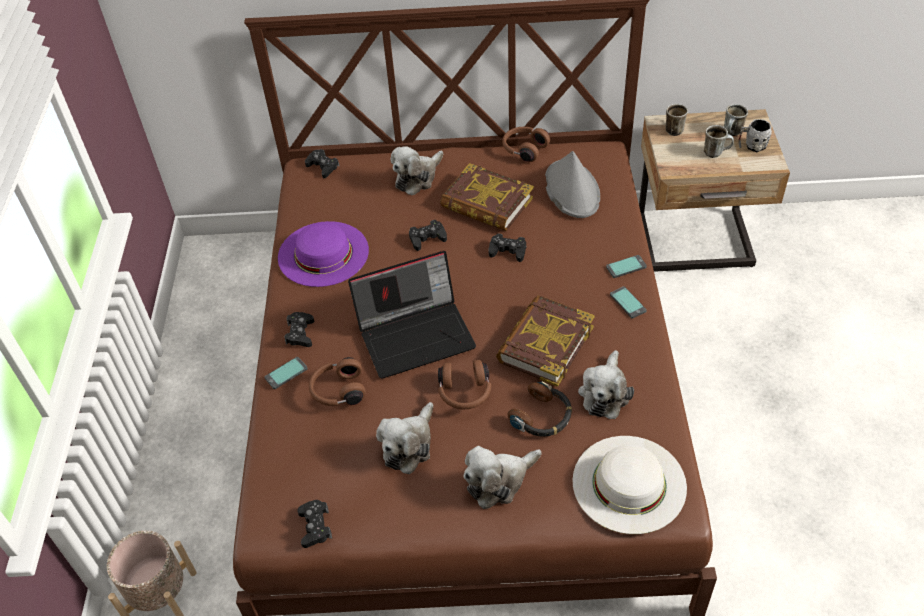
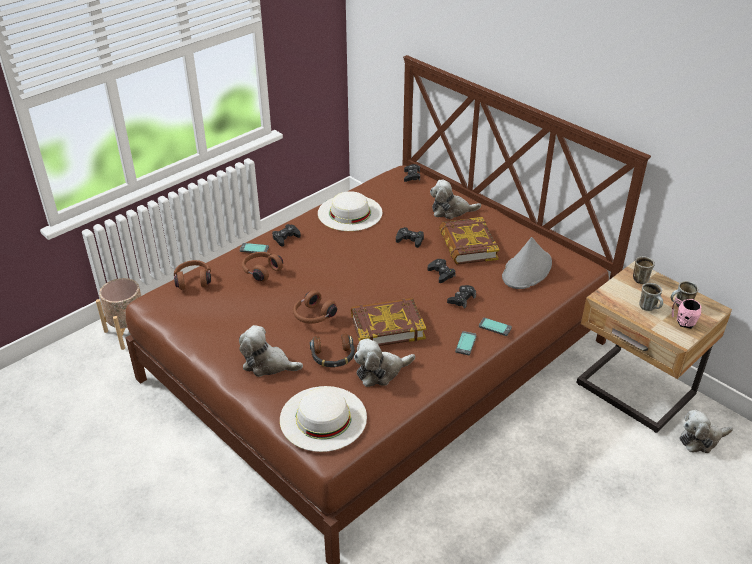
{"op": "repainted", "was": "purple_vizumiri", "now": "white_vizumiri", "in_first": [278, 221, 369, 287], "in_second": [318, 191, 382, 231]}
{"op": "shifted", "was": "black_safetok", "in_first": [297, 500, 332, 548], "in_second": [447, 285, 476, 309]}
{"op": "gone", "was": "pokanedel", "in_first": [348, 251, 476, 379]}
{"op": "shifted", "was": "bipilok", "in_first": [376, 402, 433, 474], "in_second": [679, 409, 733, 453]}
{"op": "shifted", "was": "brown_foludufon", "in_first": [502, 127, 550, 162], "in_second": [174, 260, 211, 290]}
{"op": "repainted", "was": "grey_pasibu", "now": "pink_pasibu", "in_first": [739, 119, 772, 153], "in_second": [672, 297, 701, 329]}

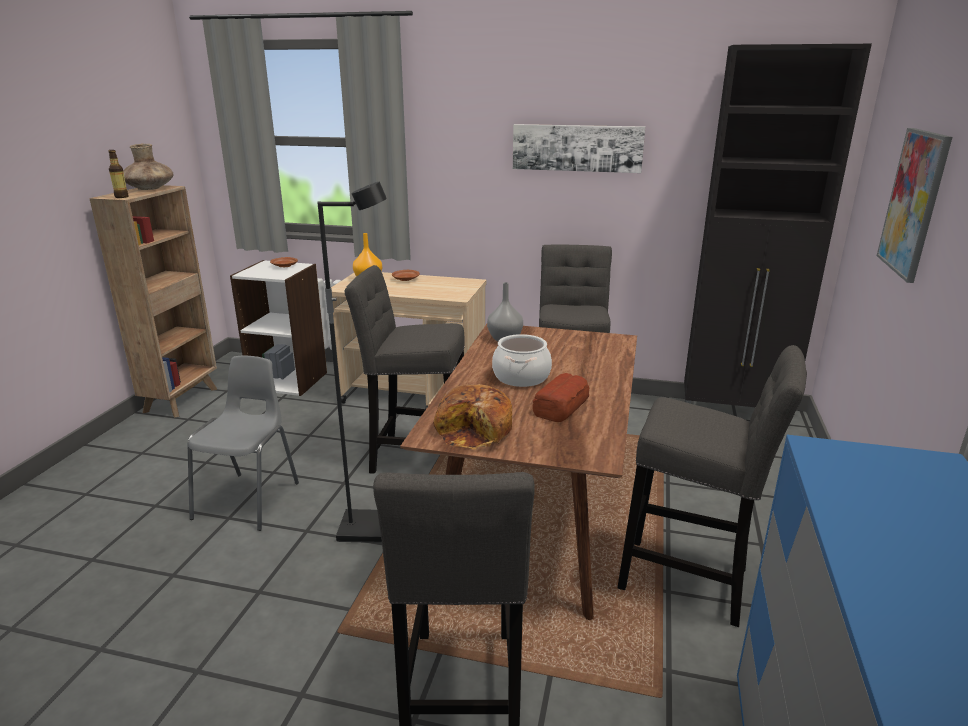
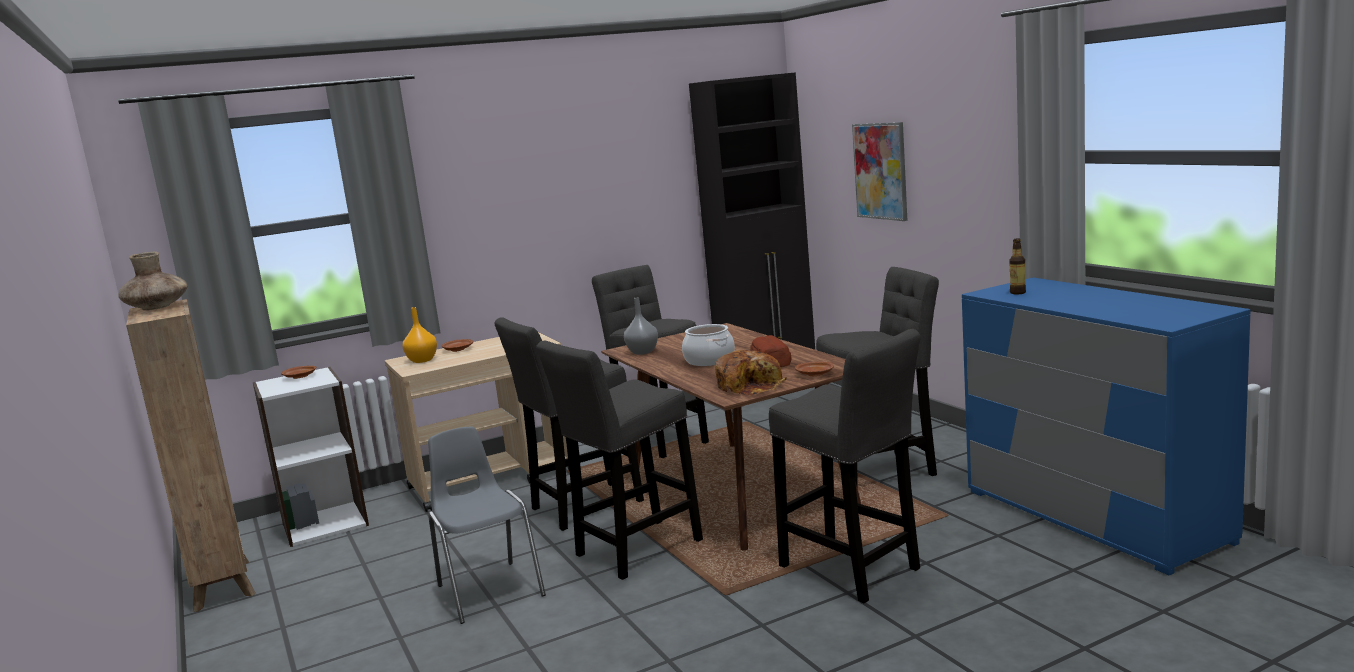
{"op": "shifted", "was": "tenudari", "in_first": [109, 150, 129, 198], "in_second": [1009, 238, 1026, 294]}
{"op": "swapped", "was": "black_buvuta", "now": "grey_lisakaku", "in_first": [317, 182, 387, 543], "in_second": [536, 341, 703, 580]}
{"op": "gone", "was": "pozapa", "in_first": [513, 124, 645, 173]}
{"op": "new", "now": "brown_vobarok", "in_second": [795, 362, 834, 376]}

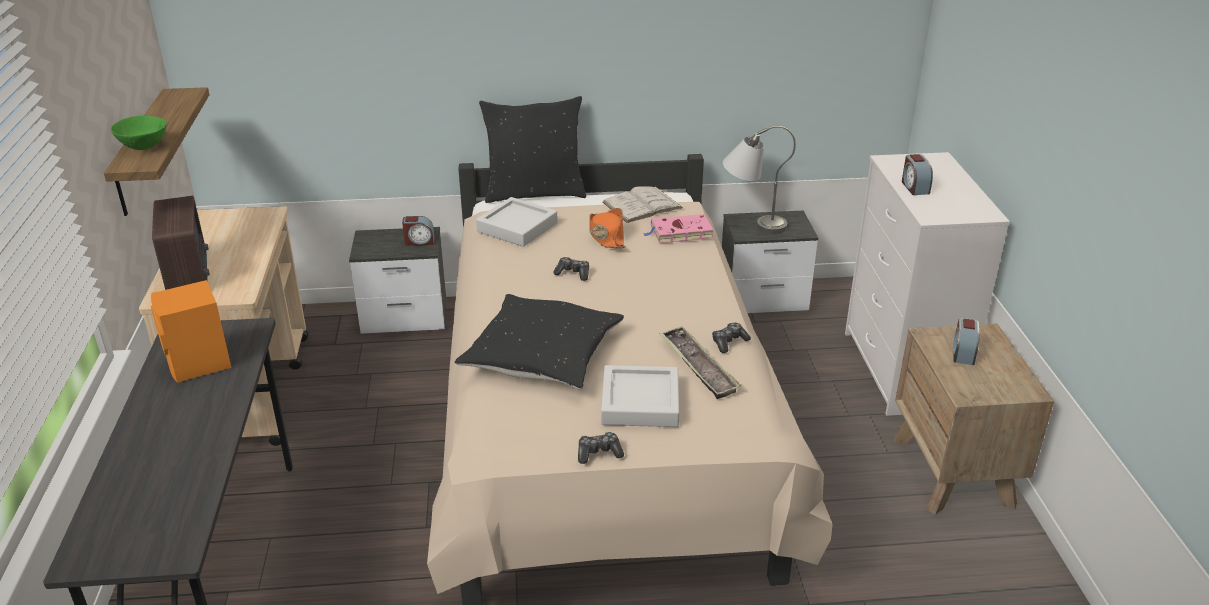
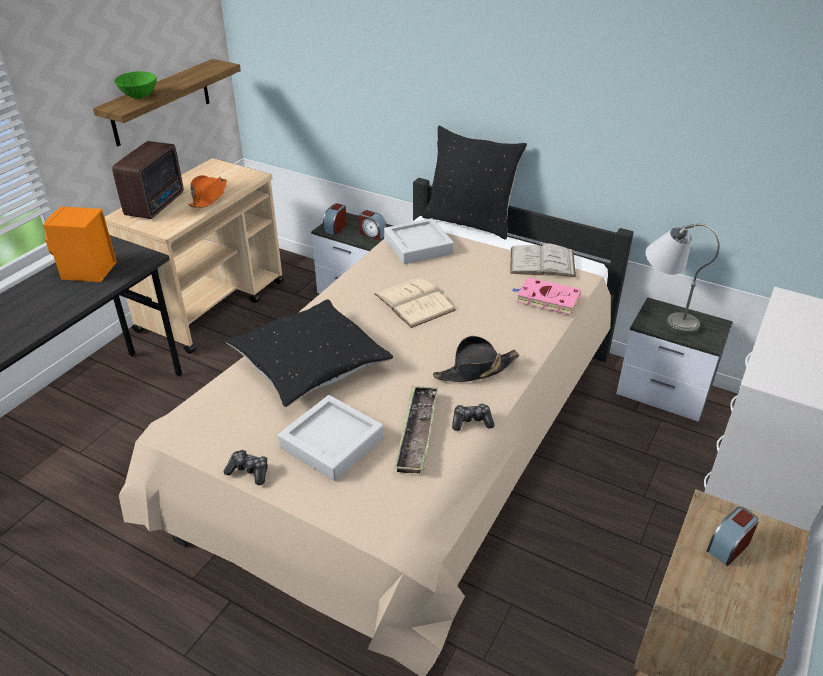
{"op": "swapped", "was": "safetok", "now": "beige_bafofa", "in_first": [553, 257, 589, 281], "in_second": [375, 277, 456, 328]}
{"op": "shifted", "was": "orange_vizumiri", "in_first": [589, 208, 626, 248], "in_second": [188, 175, 227, 208]}
{"op": "shifted", "was": "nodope", "in_first": [902, 154, 933, 195], "in_second": [323, 203, 347, 235]}
{"op": "new", "now": "black_vizumiri", "in_second": [433, 336, 519, 382]}

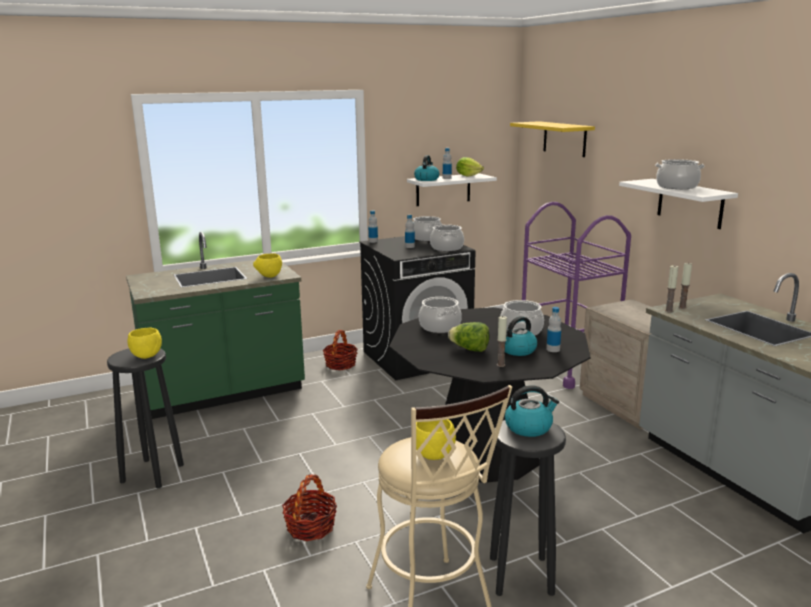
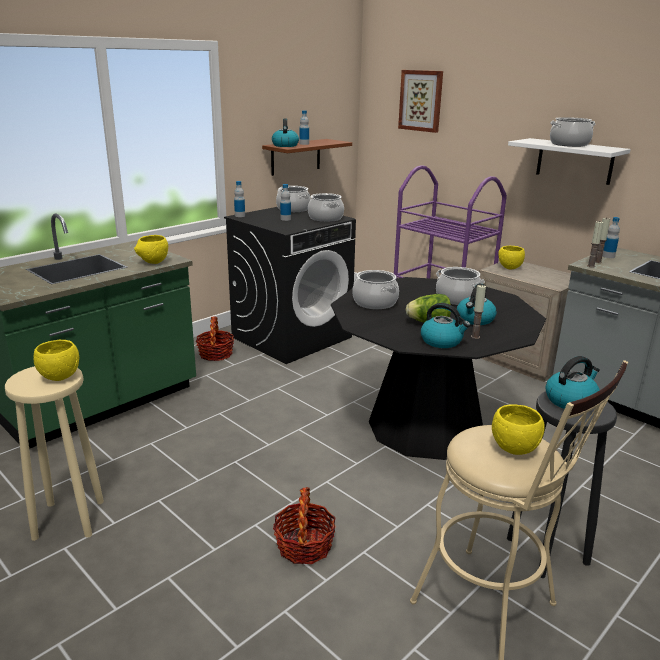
{"op": "repainted", "was": "black_lisakaku", "now": "beige_lisakaku", "in_first": [107, 348, 184, 488], "in_second": [5, 366, 104, 541]}
{"op": "repainted", "was": "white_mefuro", "now": "brown_mefuro", "in_first": [407, 173, 497, 206], "in_second": [262, 139, 352, 176]}
{"op": "gone", "was": "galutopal", "in_first": [456, 157, 484, 177]}
{"op": "swapped", "was": "yellow_mefuro", "now": "pozapa", "in_first": [510, 121, 595, 157], "in_second": [398, 70, 443, 133]}
{"op": "shifted", "was": "tenudari", "in_first": [546, 307, 561, 352], "in_second": [602, 217, 620, 258]}
{"op": "new", "now": "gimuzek", "in_second": [421, 303, 470, 348]}
{"op": "new", "now": "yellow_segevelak", "in_second": [499, 245, 525, 269]}

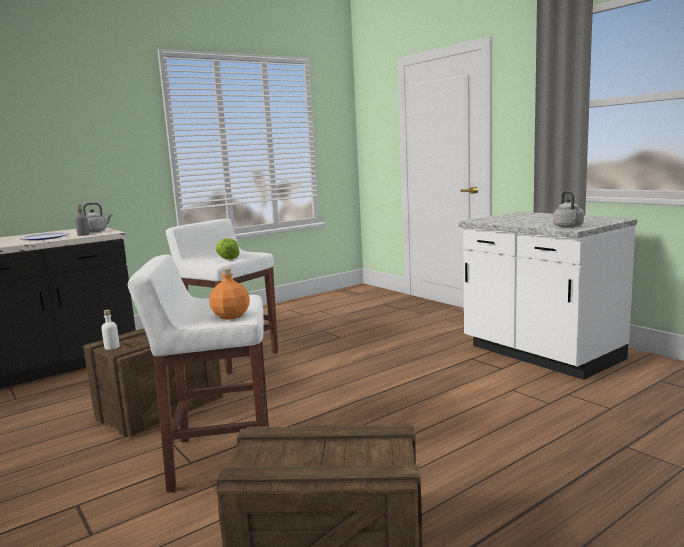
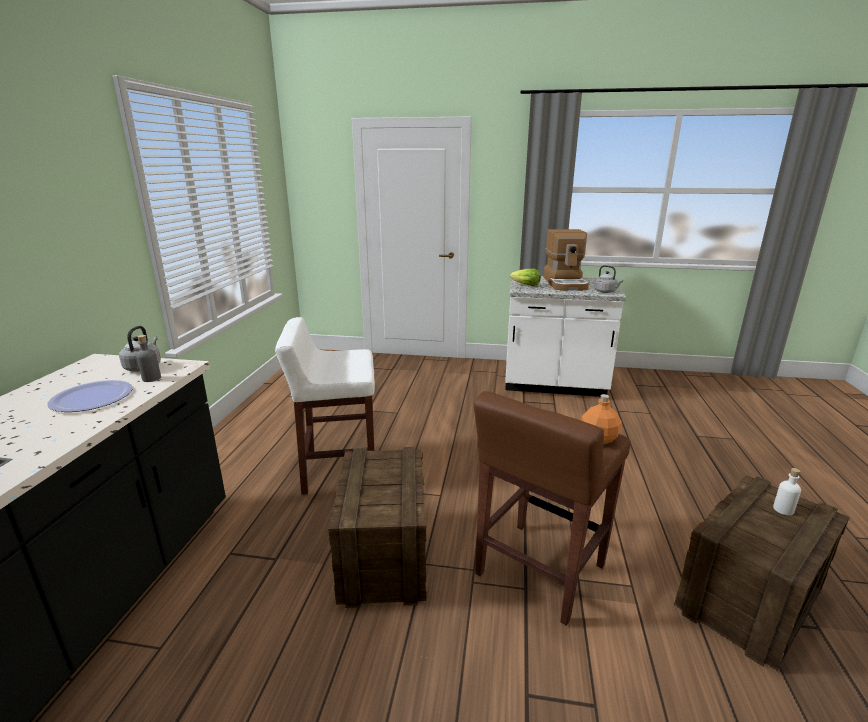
{"op": "shifted", "was": "white_tenudari", "in_first": [101, 310, 120, 350], "in_second": [773, 468, 801, 515]}
{"op": "repainted", "was": "white_lisakaku", "now": "brown_lisakaku", "in_first": [128, 254, 269, 492], "in_second": [474, 391, 630, 626]}
{"op": "shifted", "was": "galutopal", "in_first": [216, 238, 240, 260], "in_second": [510, 268, 541, 286]}
{"op": "new", "now": "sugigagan", "in_second": [543, 229, 589, 291]}

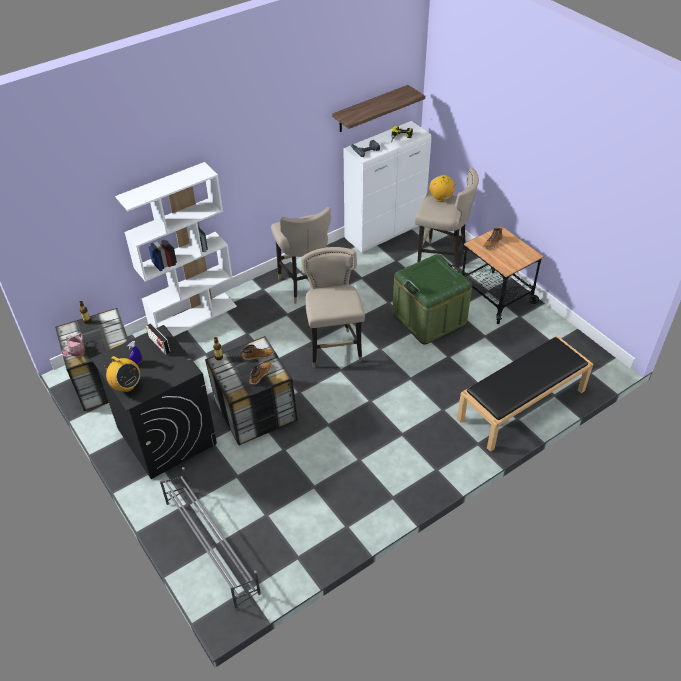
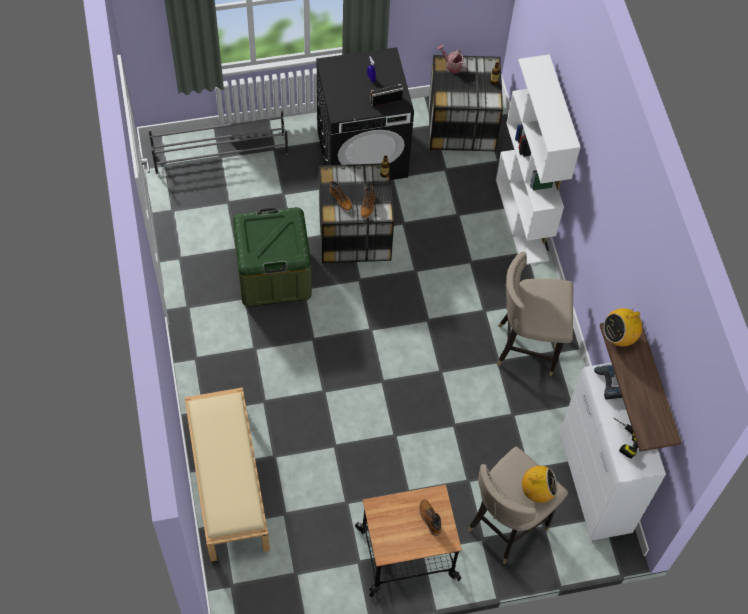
{"op": "shifted", "was": "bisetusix", "in_first": [102, 356, 140, 392], "in_second": [603, 306, 642, 346]}
{"op": "gone", "was": "beige_lisakaku", "in_first": [301, 247, 365, 368]}
{"op": "shifted", "was": "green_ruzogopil", "in_first": [392, 254, 472, 344], "in_second": [233, 207, 312, 307]}
{"op": "repainted", "was": "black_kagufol", "now": "beige_kagufol", "in_first": [457, 335, 593, 452], "in_second": [184, 387, 270, 562]}

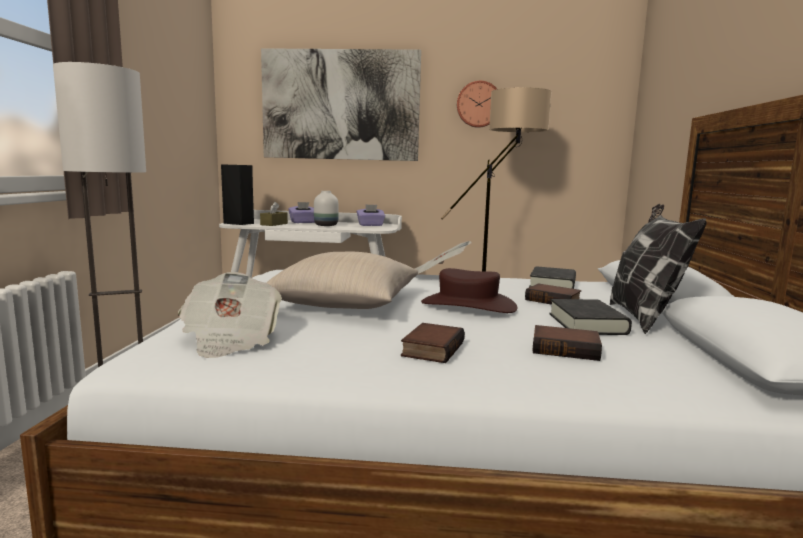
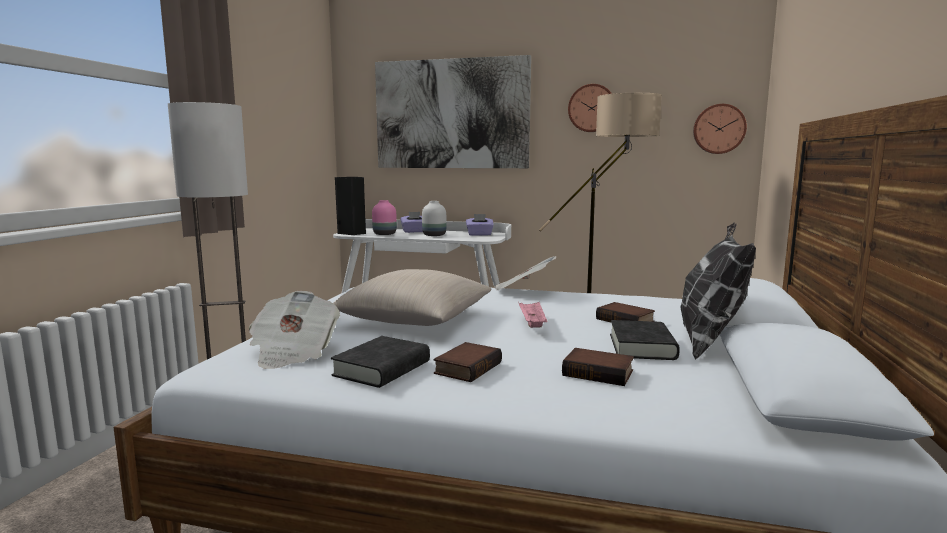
{"op": "swapped", "was": "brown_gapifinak", "now": "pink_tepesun", "in_first": [260, 202, 288, 226], "in_second": [372, 200, 397, 235]}
{"op": "swapped", "was": "brown_vizumiri", "now": "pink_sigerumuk", "in_first": [421, 268, 517, 313], "in_second": [518, 301, 547, 328]}
{"op": "shifted", "was": "black_bafofa", "in_first": [529, 266, 576, 289], "in_second": [331, 336, 430, 388]}
{"op": "new", "now": "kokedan", "in_second": [693, 104, 747, 154]}

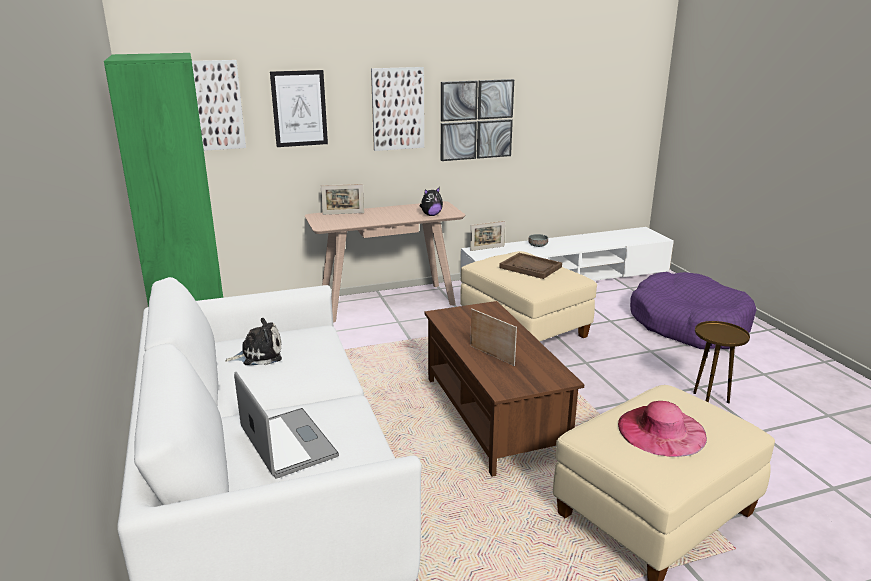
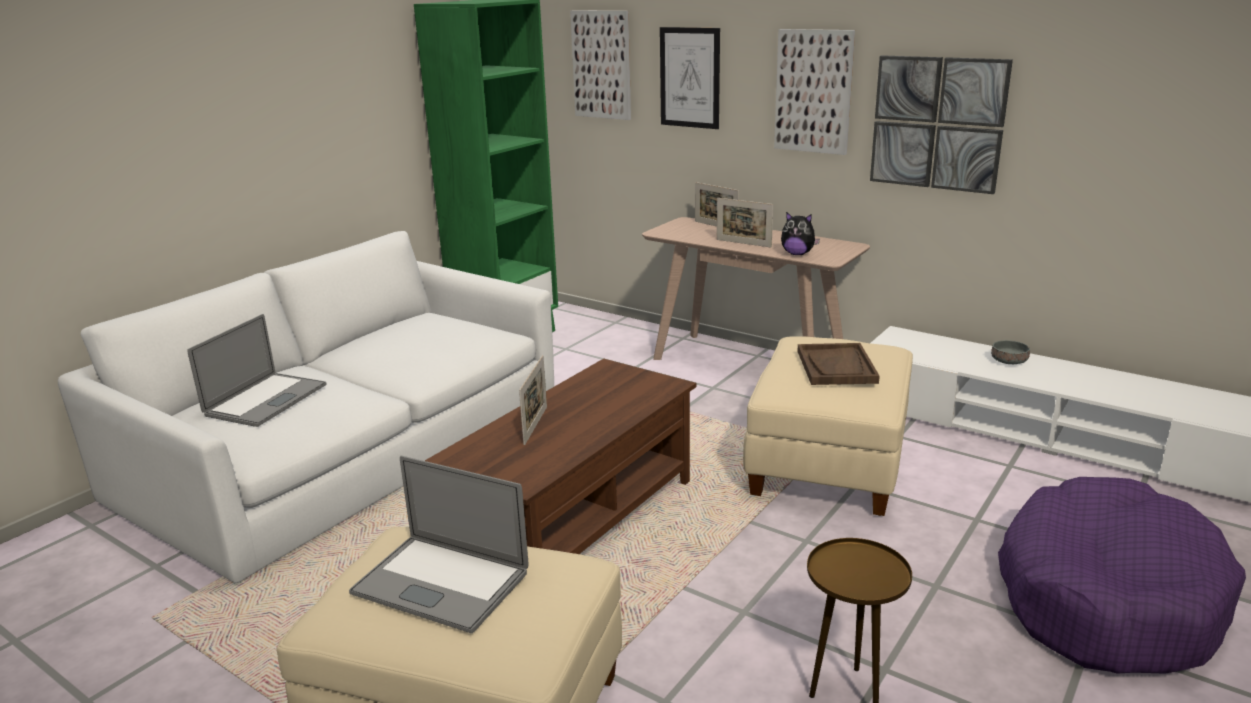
{"op": "gone", "was": "bipilok", "in_first": [225, 318, 282, 365]}
{"op": "shifted", "was": "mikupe", "in_first": [470, 221, 505, 251], "in_second": [717, 198, 773, 247]}
{"op": "swapped", "was": "pink_vizumiri", "now": "pokanedel", "in_first": [618, 401, 707, 457], "in_second": [349, 455, 529, 633]}

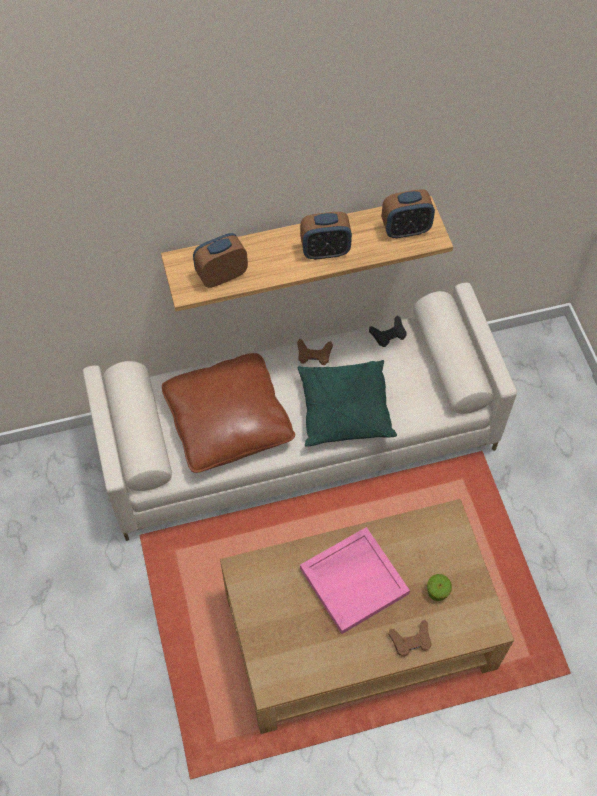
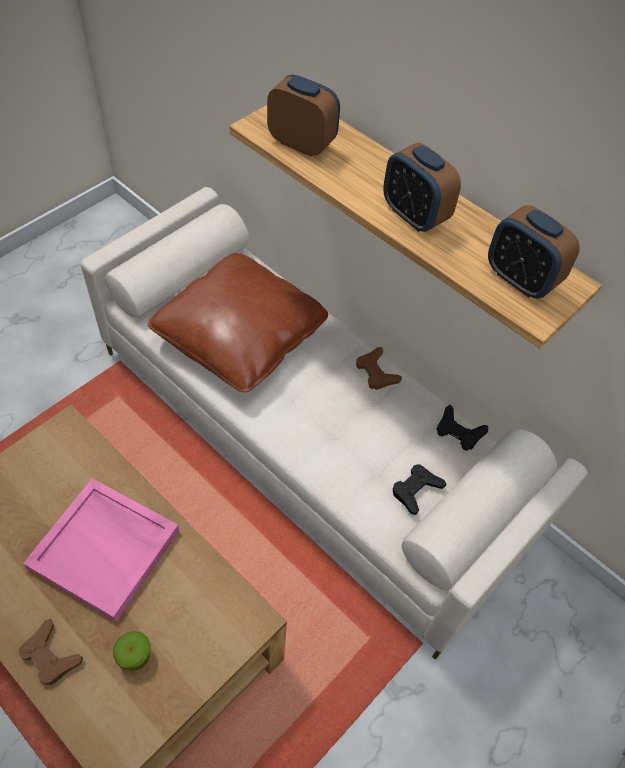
{"op": "gone", "was": "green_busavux", "in_first": [298, 360, 397, 447]}
{"op": "new", "now": "black_safetok", "in_second": [393, 464, 446, 515]}

